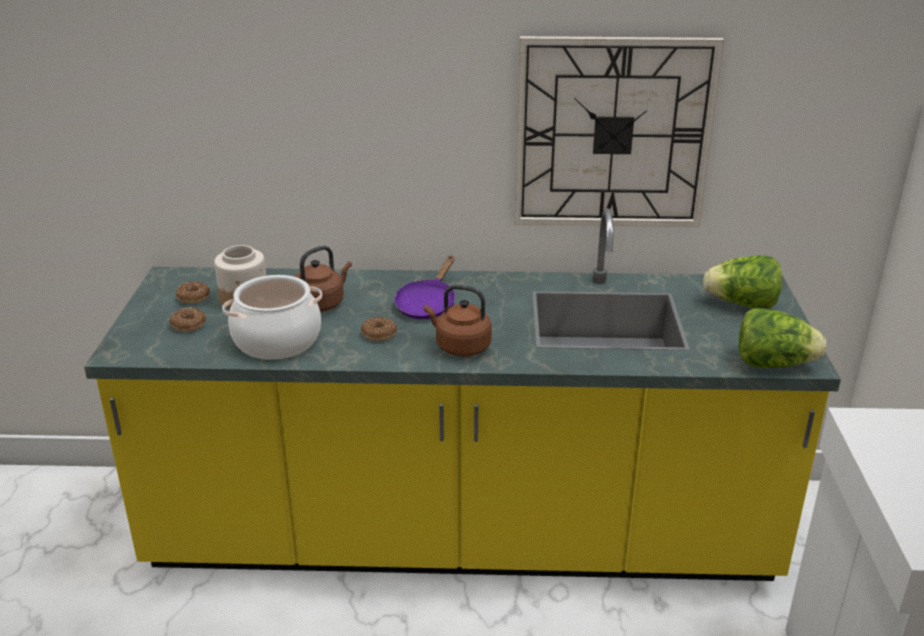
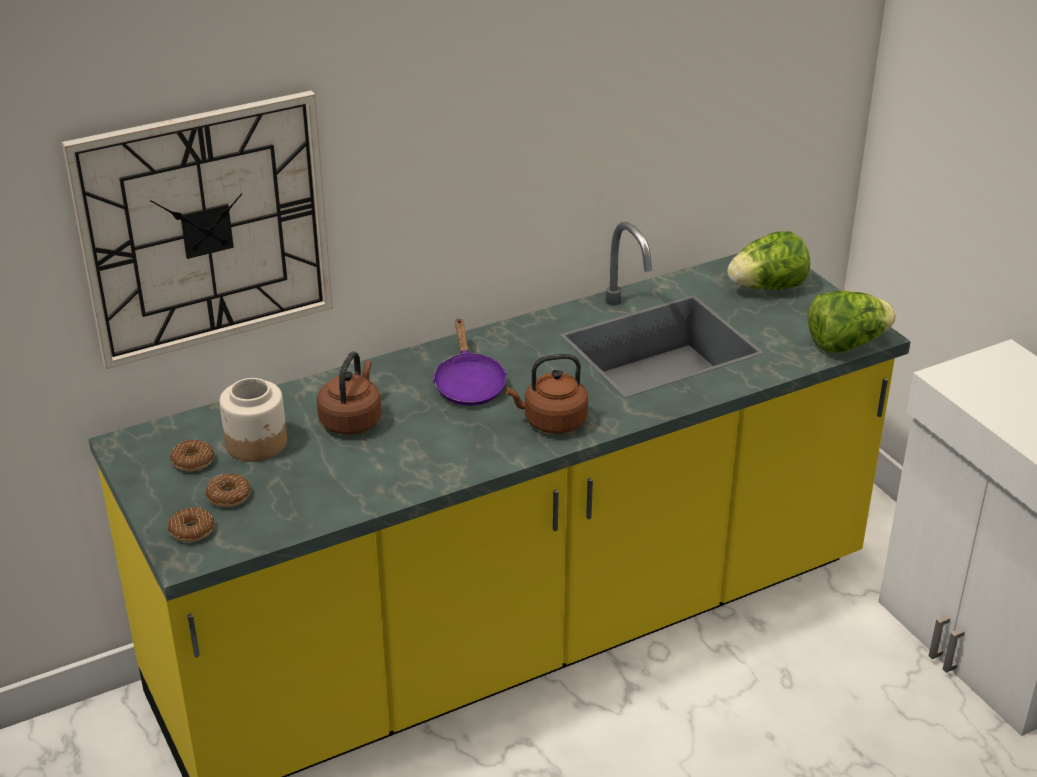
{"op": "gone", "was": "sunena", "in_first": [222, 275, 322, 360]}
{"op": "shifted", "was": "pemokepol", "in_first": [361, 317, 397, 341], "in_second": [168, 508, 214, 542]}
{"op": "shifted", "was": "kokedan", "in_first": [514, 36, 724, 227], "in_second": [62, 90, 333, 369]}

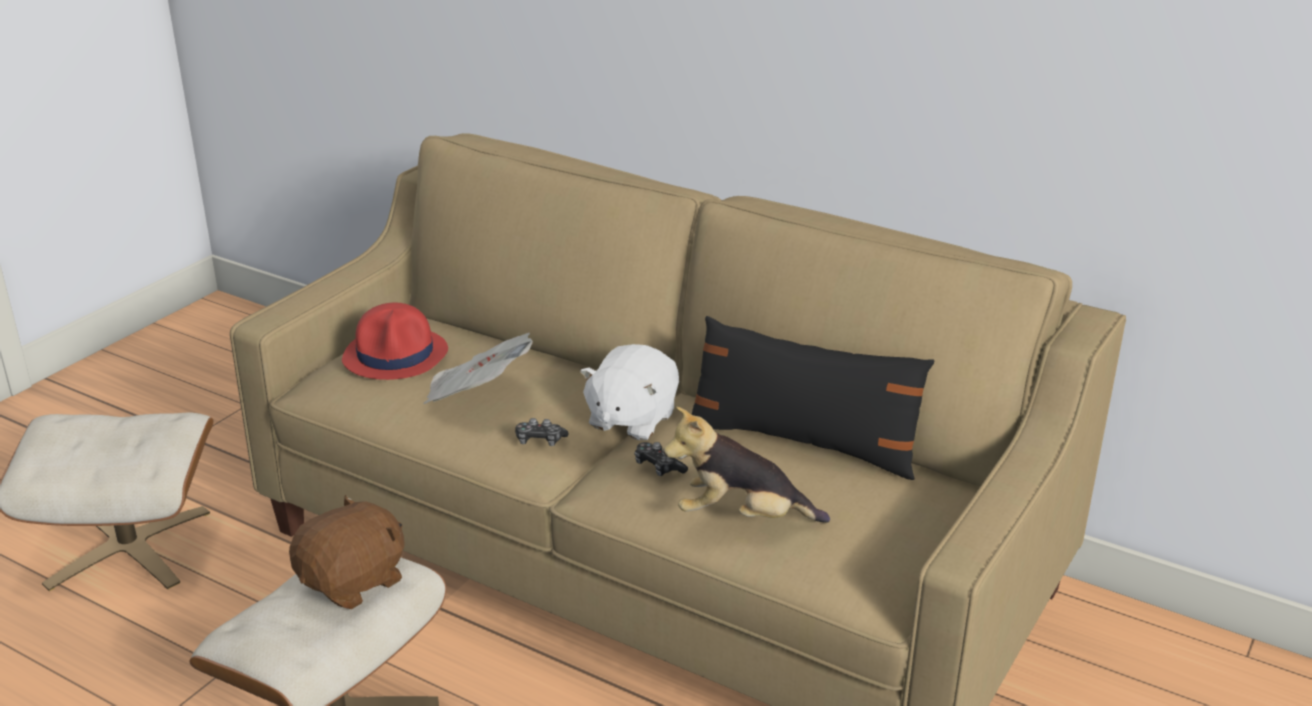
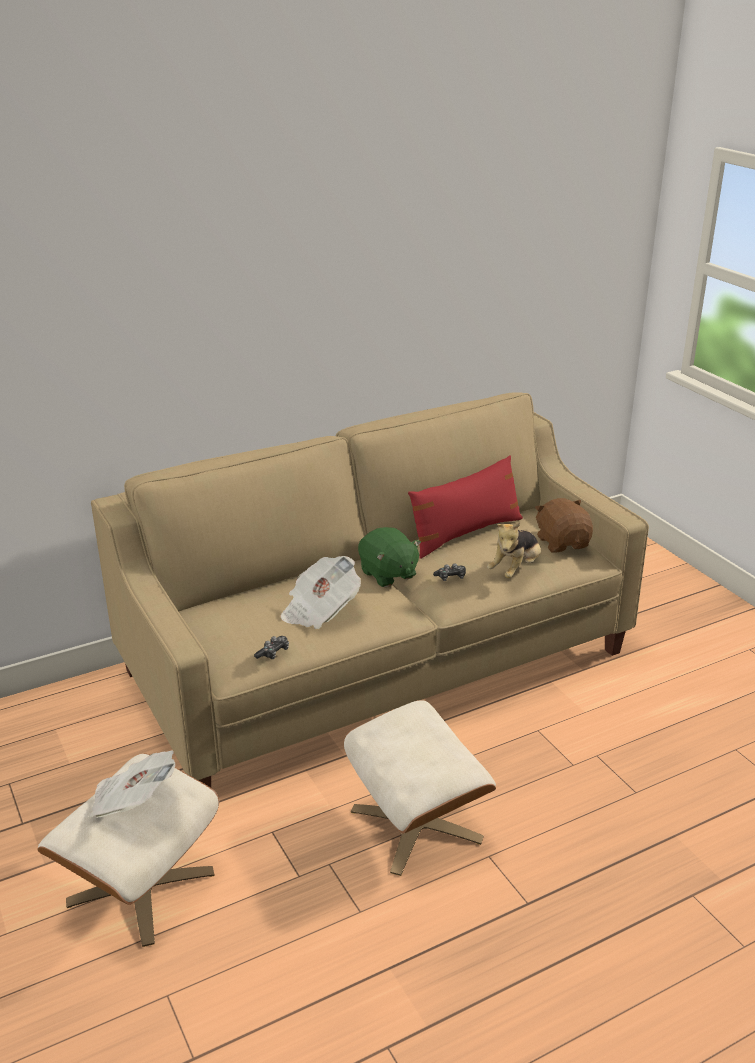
{"op": "shifted", "was": "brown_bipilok", "in_first": [289, 495, 404, 609], "in_second": [535, 498, 593, 553]}
{"op": "gone", "was": "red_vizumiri", "in_first": [342, 303, 448, 380]}
{"op": "shifted", "was": "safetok", "in_first": [515, 418, 568, 446], "in_second": [254, 636, 289, 659]}
{"op": "repainted", "was": "white_bipilok", "now": "green_bipilok", "in_first": [580, 344, 679, 440], "in_second": [358, 527, 421, 587]}
{"op": "repainted", "was": "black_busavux", "now": "red_busavux", "in_first": [691, 316, 935, 480], "in_second": [408, 455, 523, 559]}
{"op": "new", "now": "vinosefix", "in_second": [89, 750, 176, 818]}

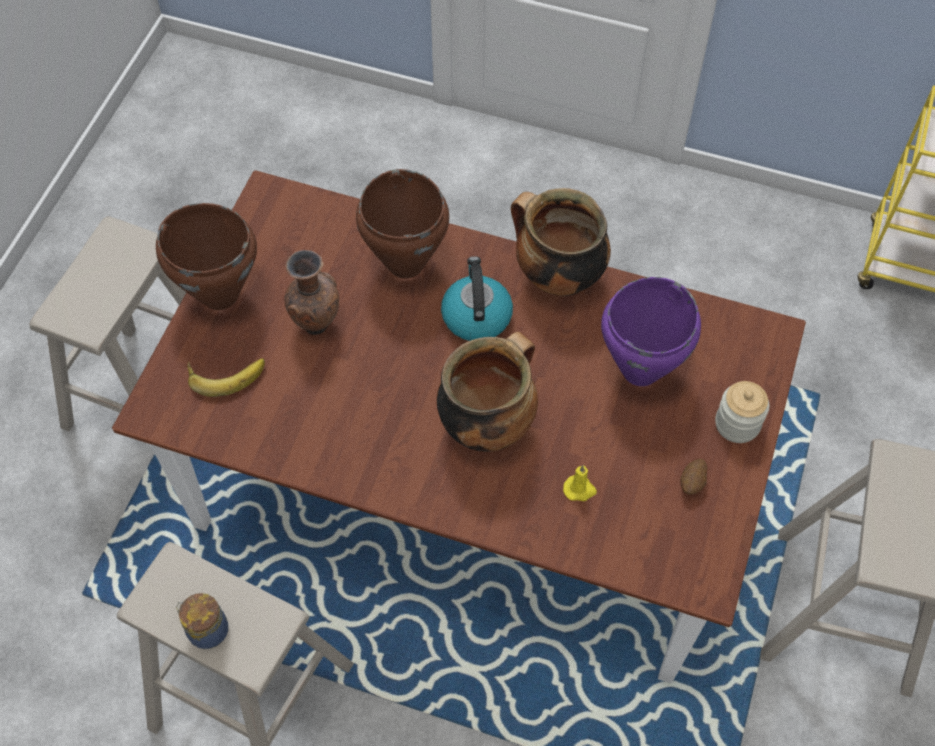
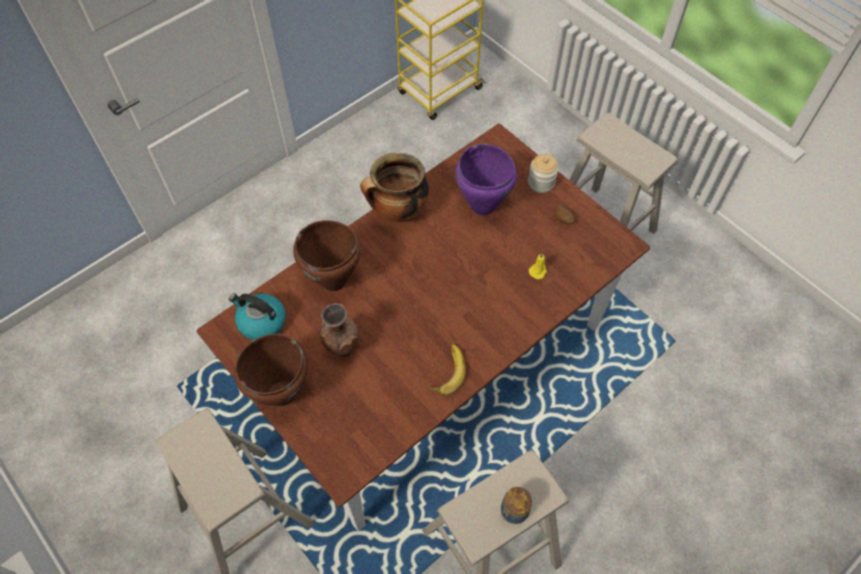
{"op": "shifted", "was": "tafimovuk", "in_first": [187, 358, 265, 397], "in_second": [428, 344, 466, 395]}
{"op": "gone", "was": "sunena", "in_first": [436, 332, 538, 452]}
{"op": "shifted", "was": "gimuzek", "in_first": [441, 256, 513, 341], "in_second": [229, 293, 286, 340]}

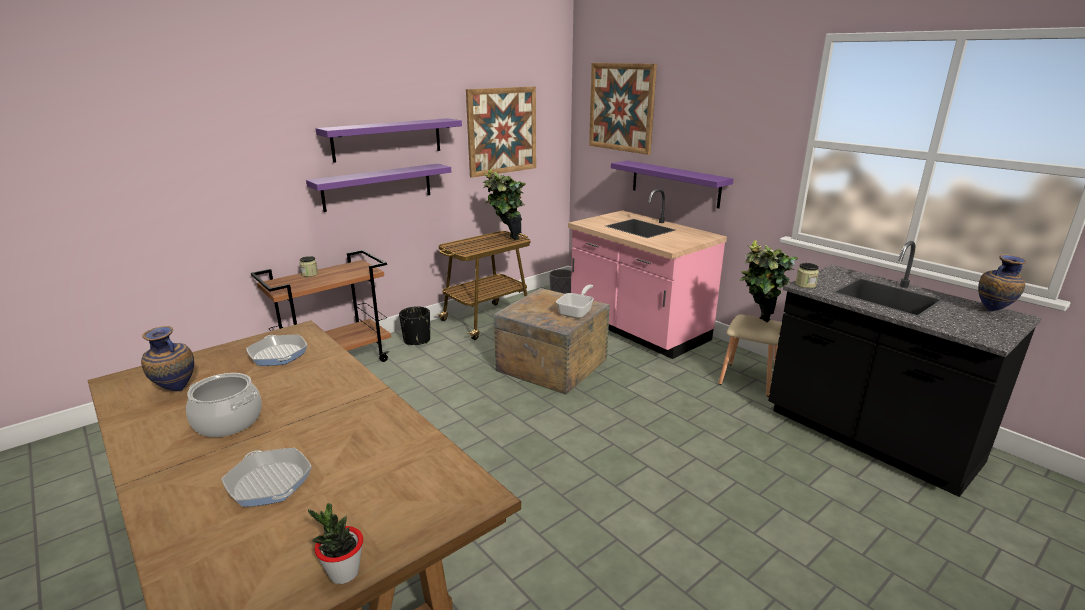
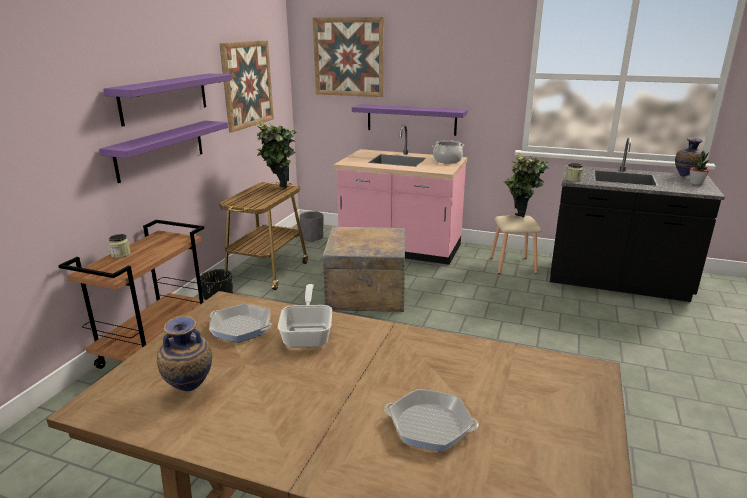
{"op": "shifted", "was": "sunena", "in_first": [186, 373, 262, 437], "in_second": [432, 140, 464, 164]}
{"op": "shifted", "was": "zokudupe", "in_first": [308, 503, 363, 584], "in_second": [690, 151, 709, 185]}
{"op": "shifted", "was": "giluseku", "in_first": [556, 285, 594, 318], "in_second": [278, 284, 332, 348]}

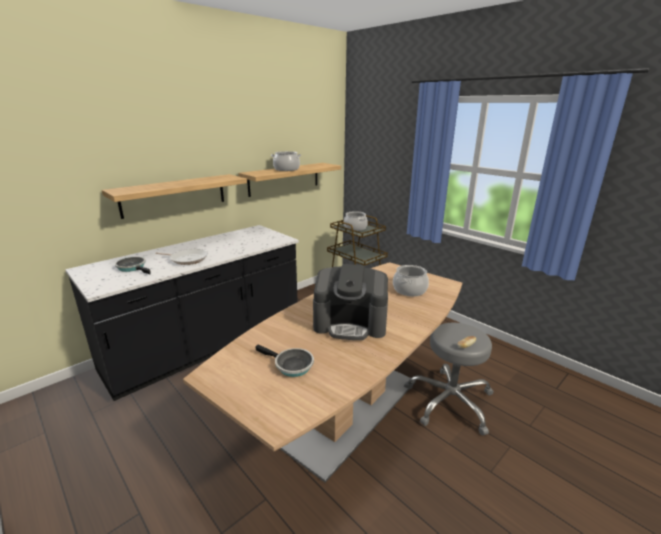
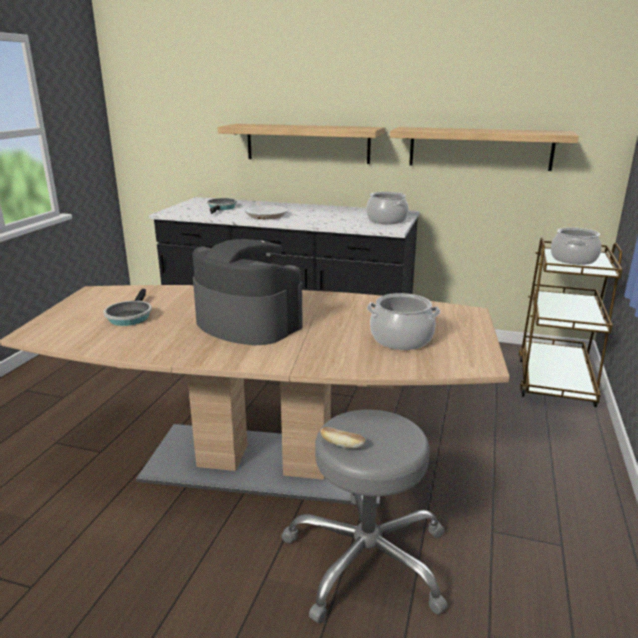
{"op": "shifted", "was": "sunena", "in_first": [271, 151, 301, 171], "in_second": [366, 192, 409, 224]}
{"op": "rotated", "was": "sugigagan", "in_first": [313, 264, 388, 340], "in_second": [192, 239, 303, 345], "clockwise": 150}

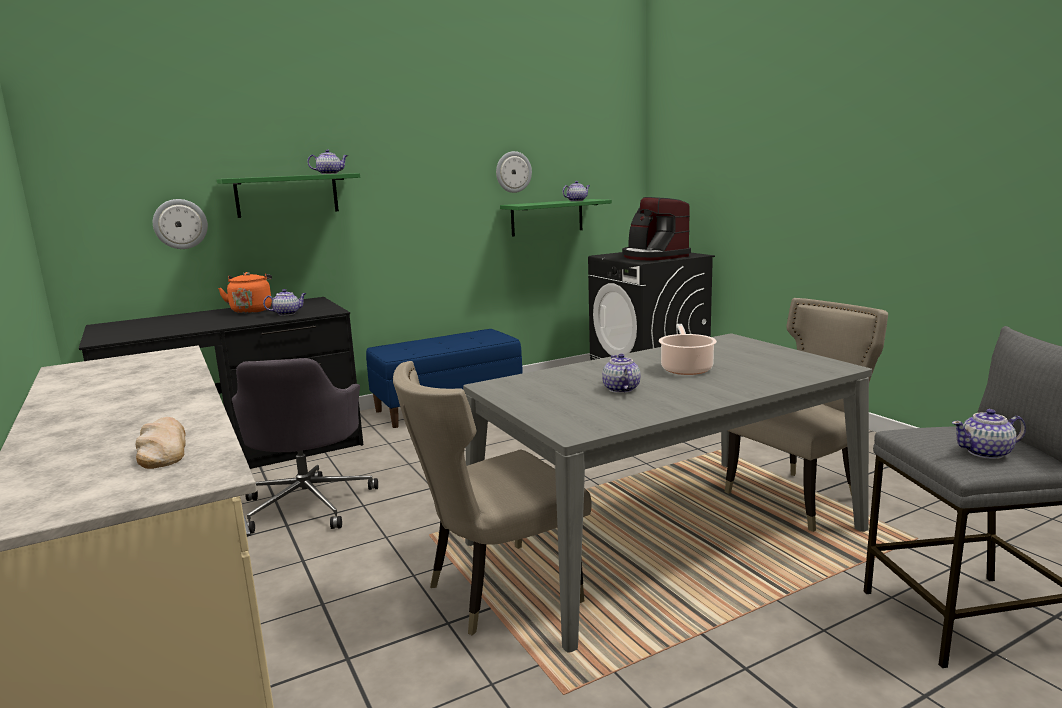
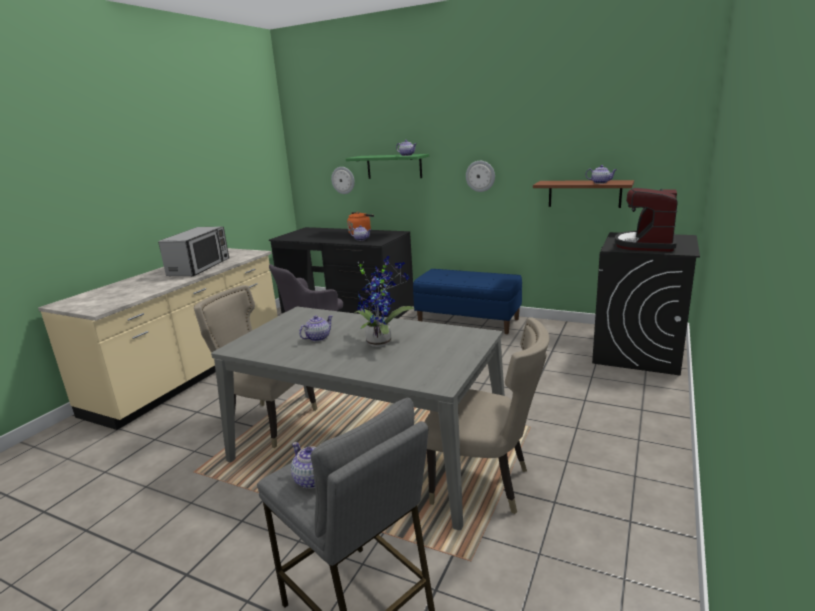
{"op": "gone", "was": "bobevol", "in_first": [136, 417, 186, 469]}
{"op": "shifted", "was": "kokedan", "in_first": [496, 151, 532, 193], "in_second": [466, 161, 495, 192]}
{"op": "repainted", "was": "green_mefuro", "now": "brown_mefuro", "in_first": [500, 199, 612, 237], "in_second": [533, 180, 634, 208]}
{"op": "swapped", "was": "sunena", "now": "zokudupe", "in_first": [659, 324, 717, 375], "in_second": [354, 256, 414, 347]}
{"op": "new", "now": "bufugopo", "in_second": [158, 227, 229, 276]}

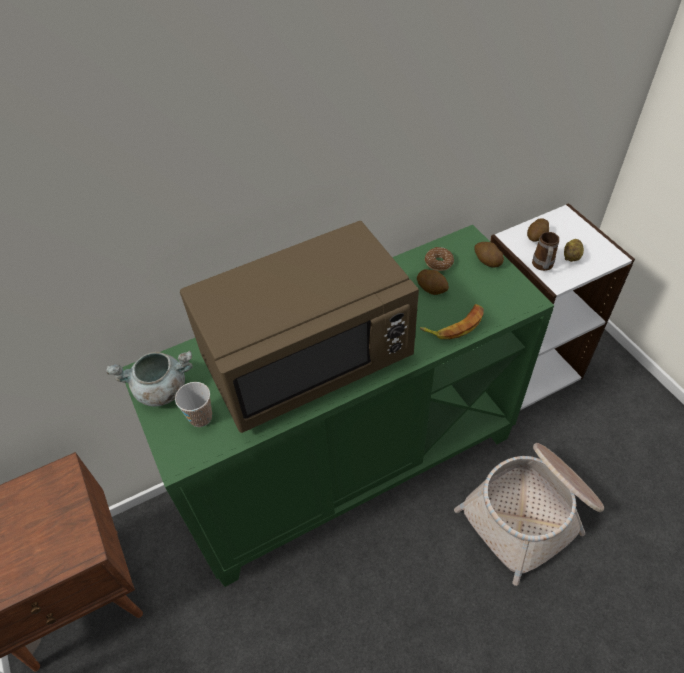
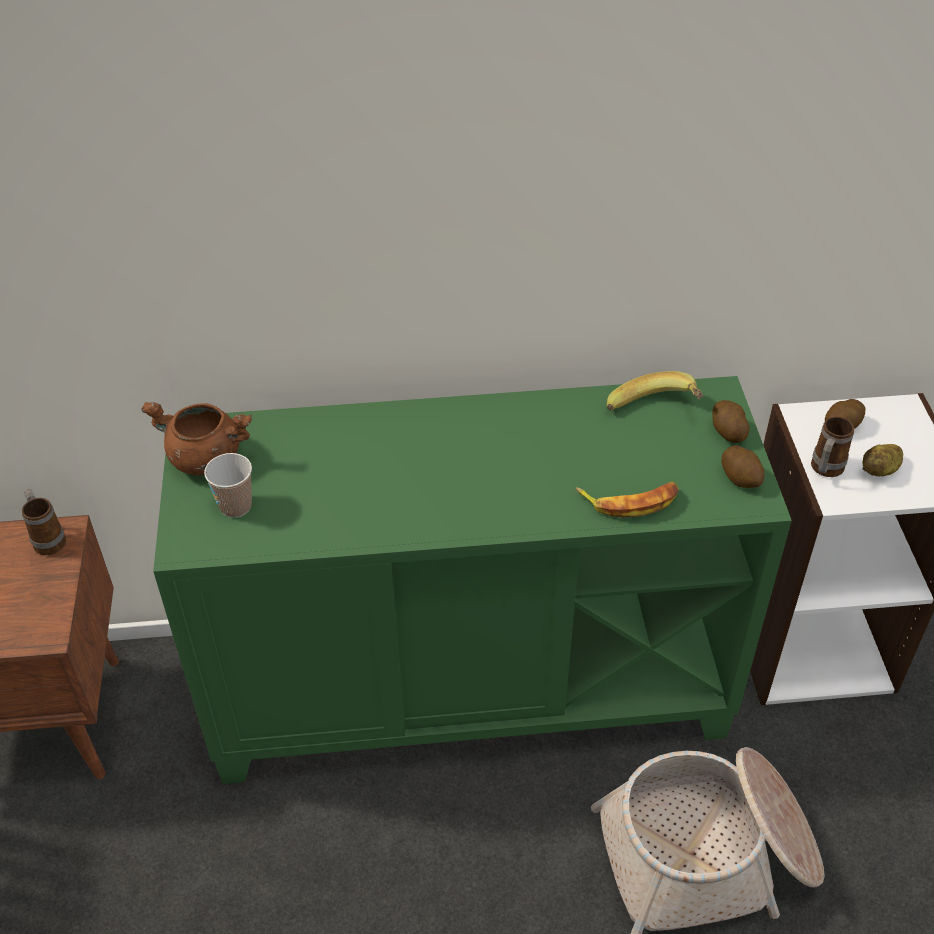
{"op": "repainted", "was": "grey_sunena", "now": "brown_sunena", "in_first": [107, 351, 193, 406], "in_second": [141, 402, 252, 475]}
{"op": "gone", "was": "brown_bufugopo", "in_first": [180, 221, 419, 433]}
{"op": "shifted", "was": "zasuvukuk", "in_first": [417, 269, 449, 295], "in_second": [721, 445, 764, 488]}
{"op": "swapped", "was": "pemokepol", "now": "tafimovuk", "in_first": [425, 247, 454, 271], "in_second": [607, 371, 703, 411]}
{"op": "new", "now": "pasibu", "in_second": [22, 489, 66, 555]}

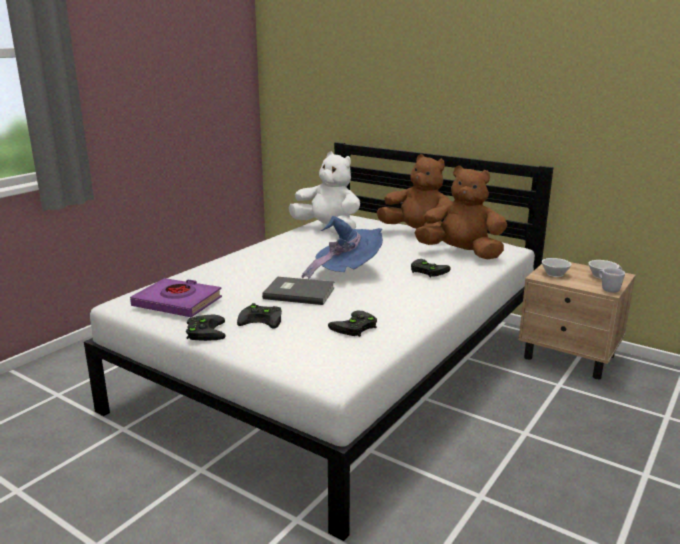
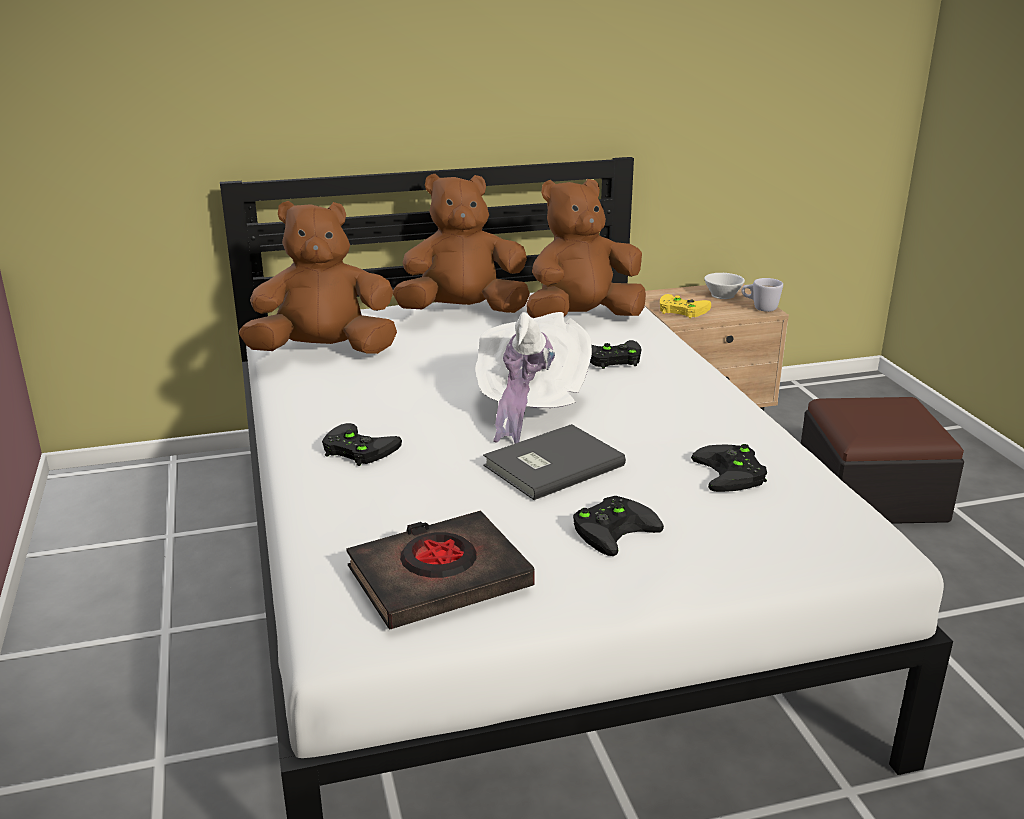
{"op": "repainted", "was": "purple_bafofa", "now": "black_bafofa", "in_first": [130, 278, 222, 317], "in_second": [346, 510, 535, 630]}
{"op": "shifted", "was": "black_safetok", "in_first": [186, 315, 226, 341], "in_second": [322, 423, 402, 466]}
{"op": "repainted", "was": "white_bipilok", "now": "brown_bipilok", "in_first": [289, 152, 360, 235], "in_second": [239, 201, 397, 354]}
{"op": "repainted", "was": "blue_vizumiri", "now": "white_vizumiri", "in_first": [301, 216, 383, 279], "in_second": [475, 312, 592, 443]}
{"op": "swapped", "was": "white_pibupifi", "now": "yellow_safetok", "in_first": [542, 258, 571, 277], "in_second": [660, 294, 711, 318]}
{"op": "new", "now": "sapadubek", "in_second": [801, 397, 964, 524]}

